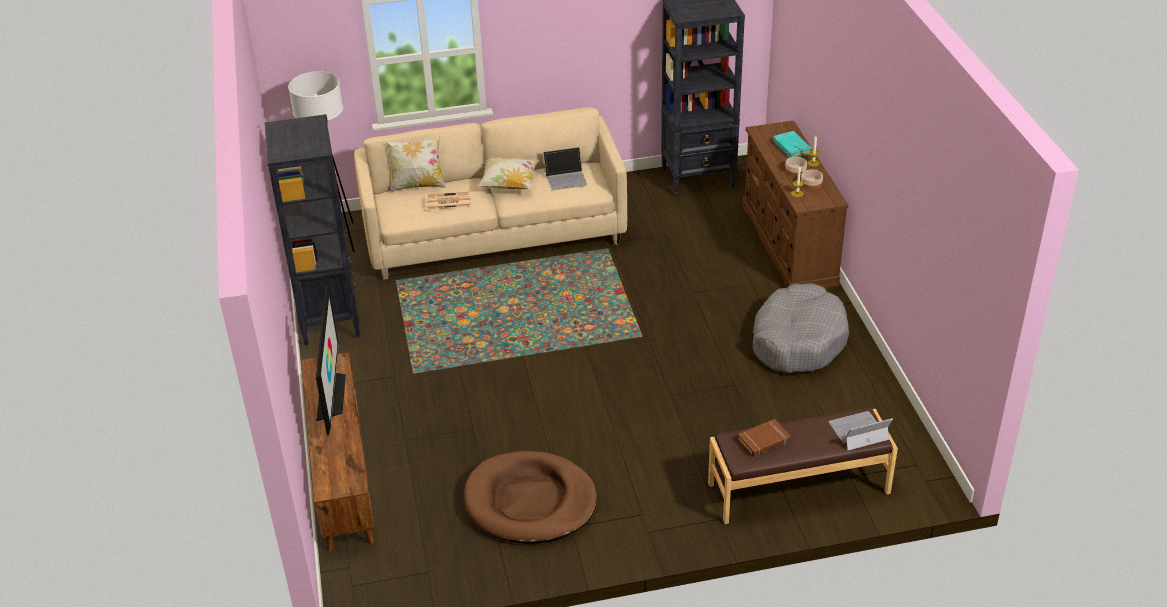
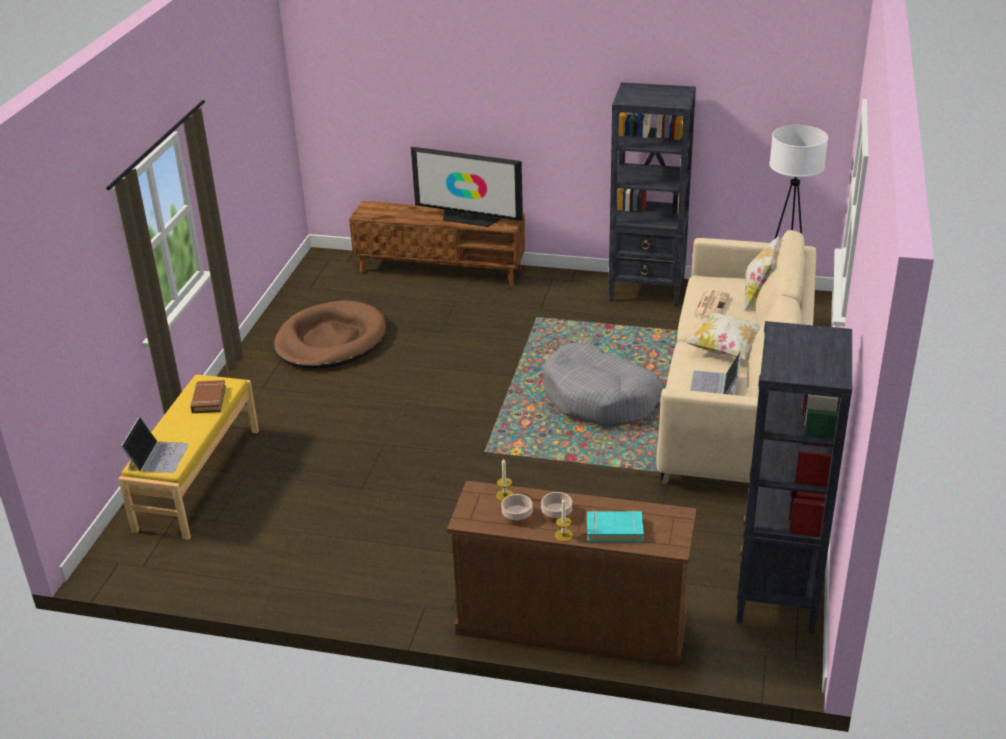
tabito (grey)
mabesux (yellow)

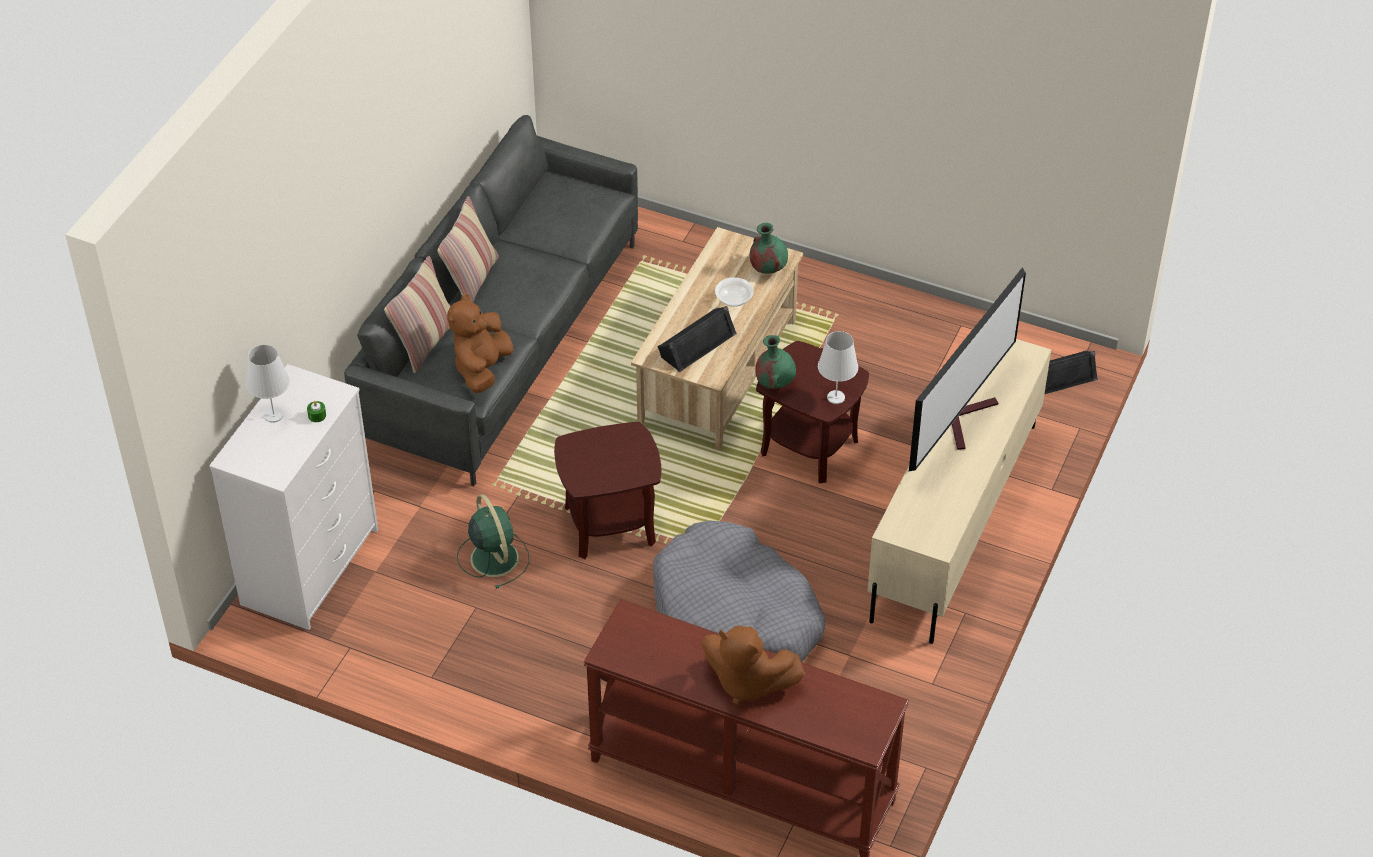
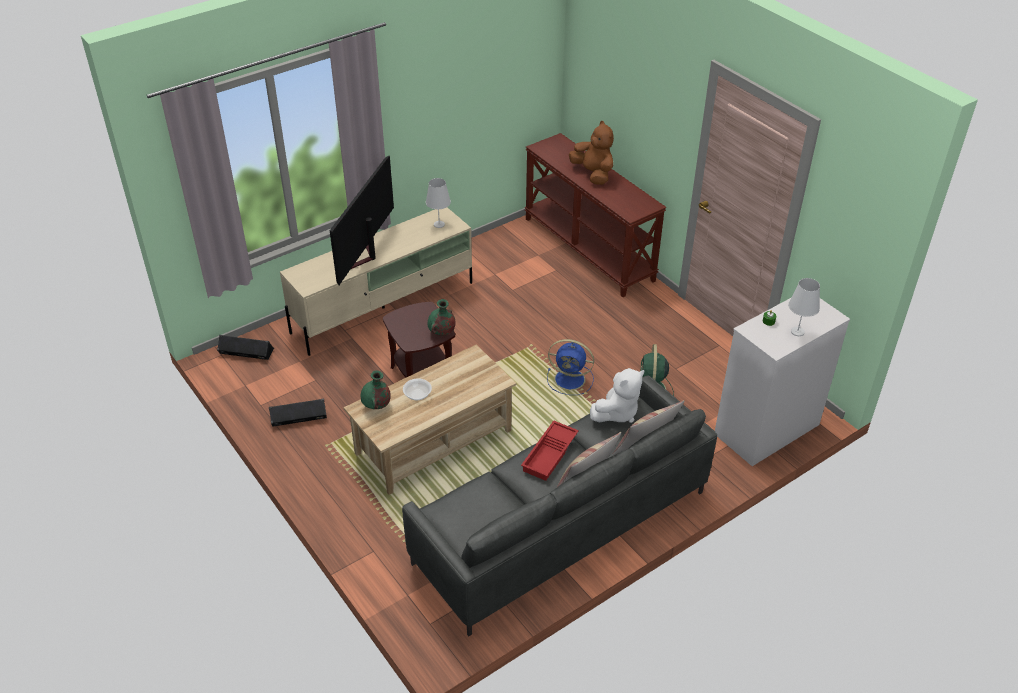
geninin
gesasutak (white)
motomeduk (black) (no. 2 from left)
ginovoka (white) (no. 1 from left)
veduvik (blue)
tabito (grey)
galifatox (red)

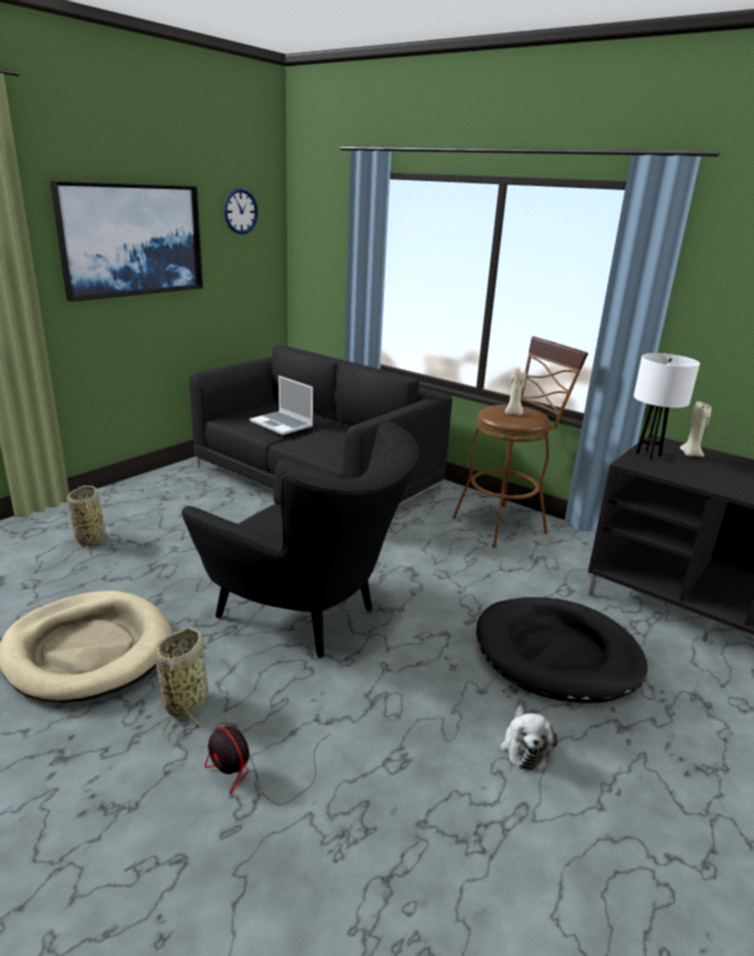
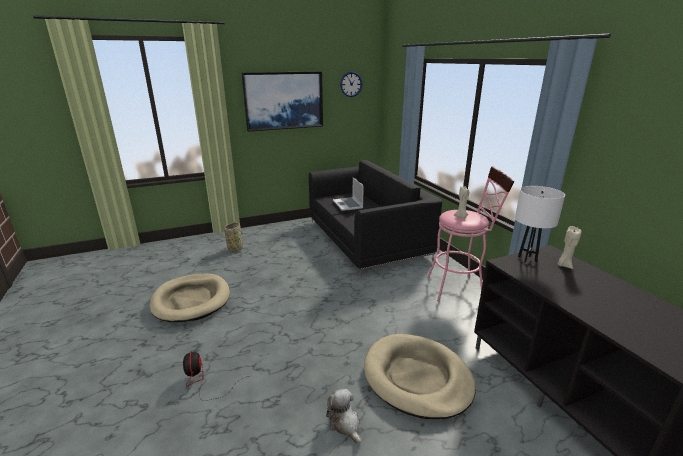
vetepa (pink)
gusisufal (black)
tabito (beige) (no. 2 from left)
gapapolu (no. 2 from left in the first image)
gesasutak

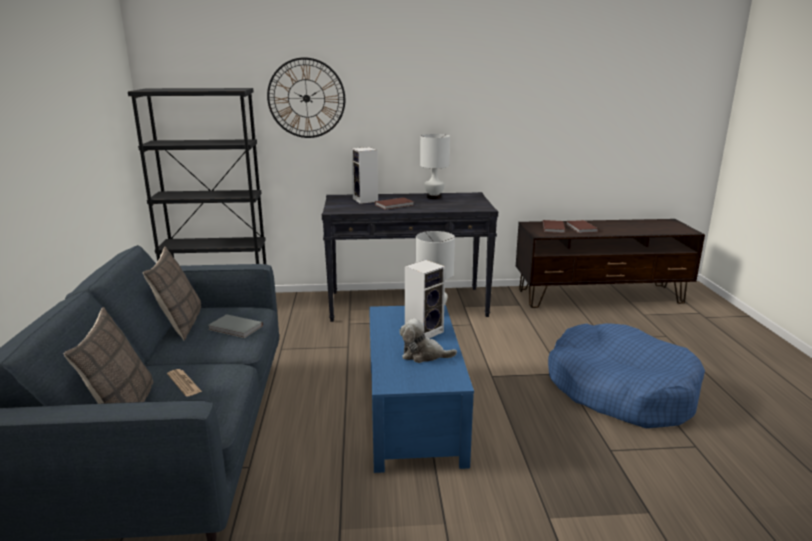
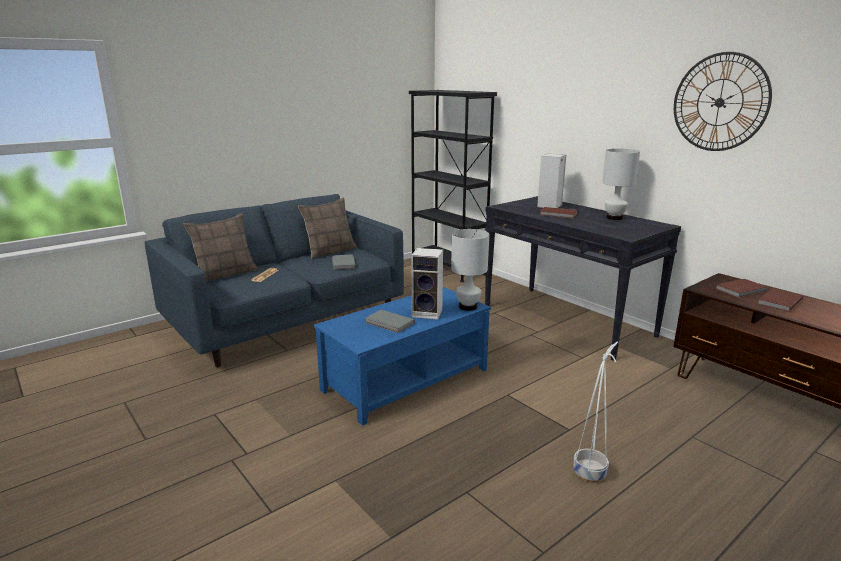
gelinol
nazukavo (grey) (no. 2 from left)
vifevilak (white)

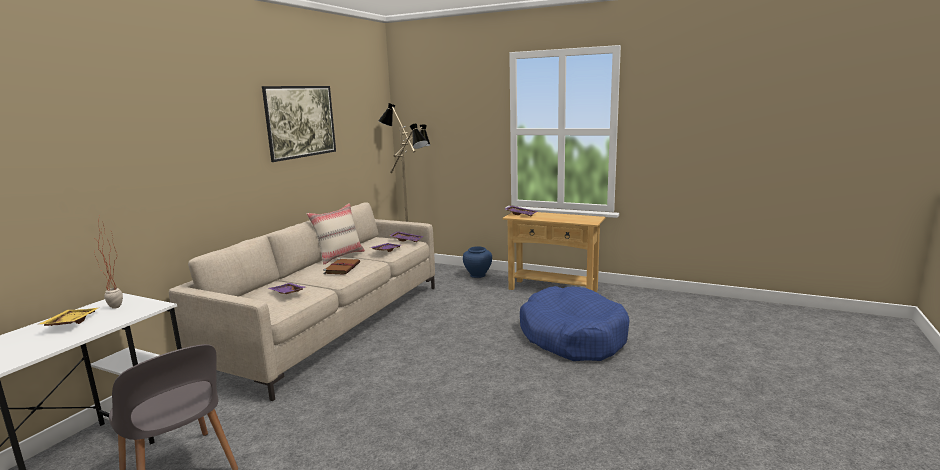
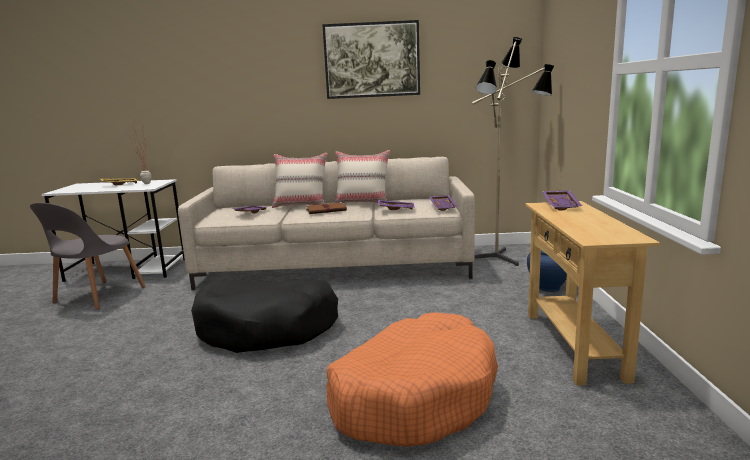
tabito (orange)
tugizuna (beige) (no. 1 from left)
tabito (black)

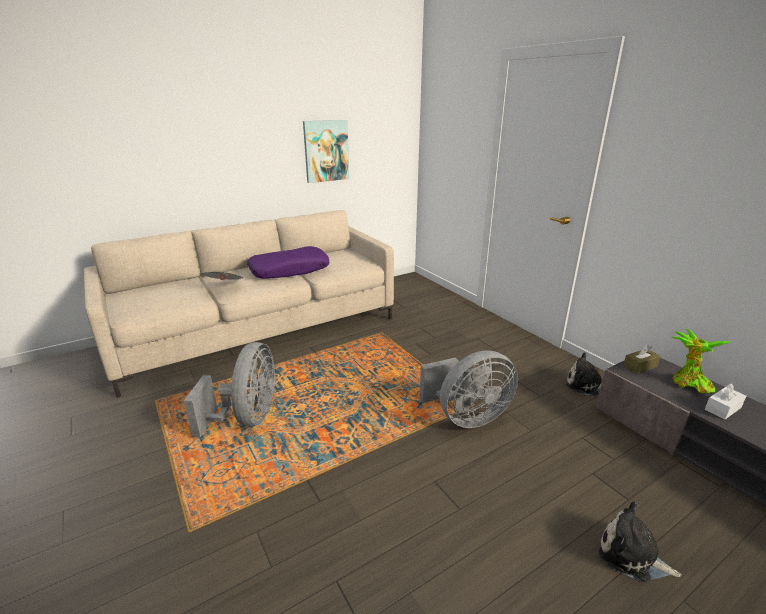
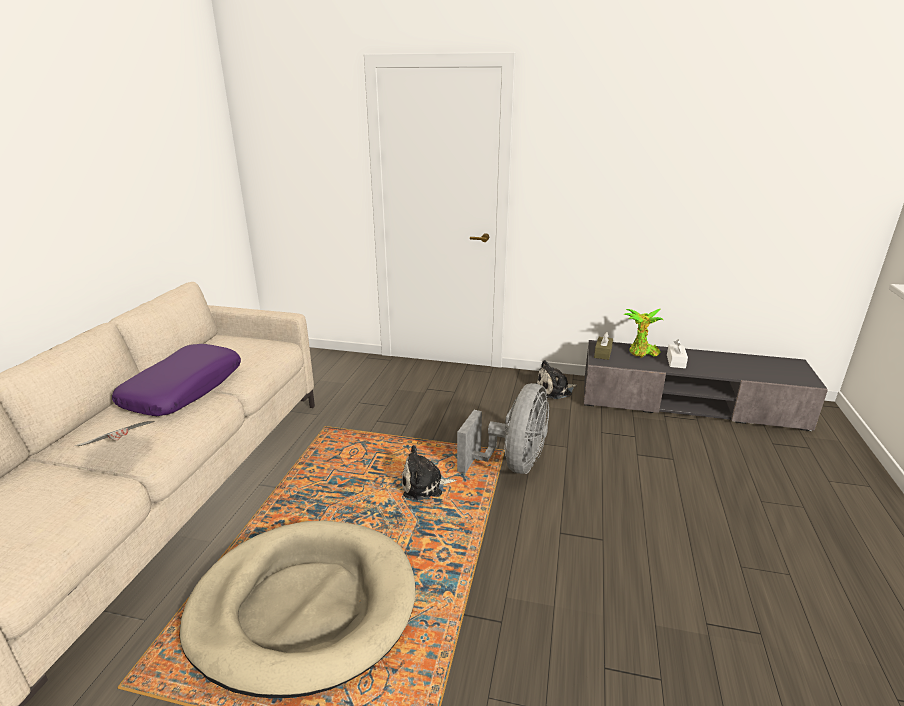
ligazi
tabito (beige)
gesasutak (no. 1 from left)

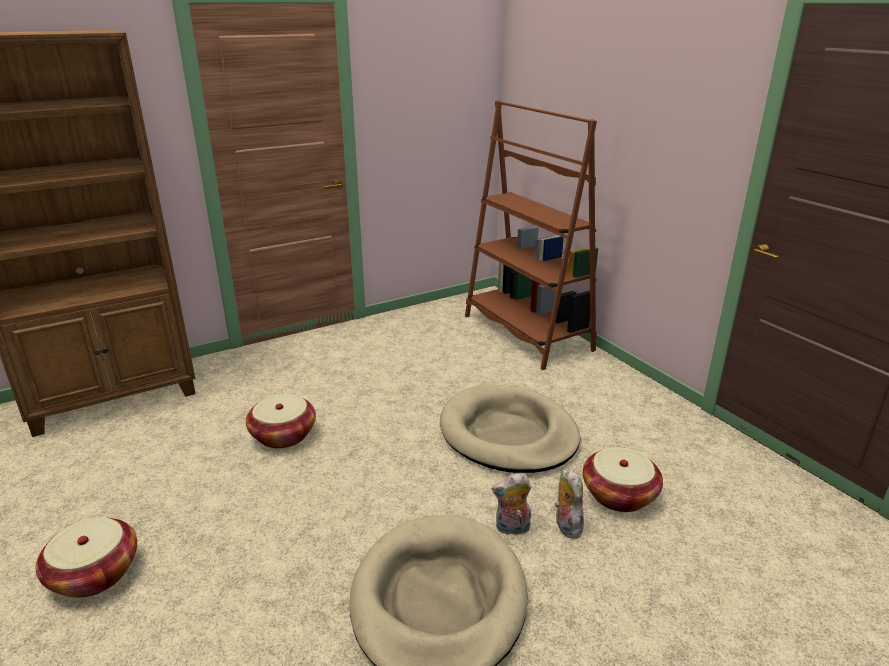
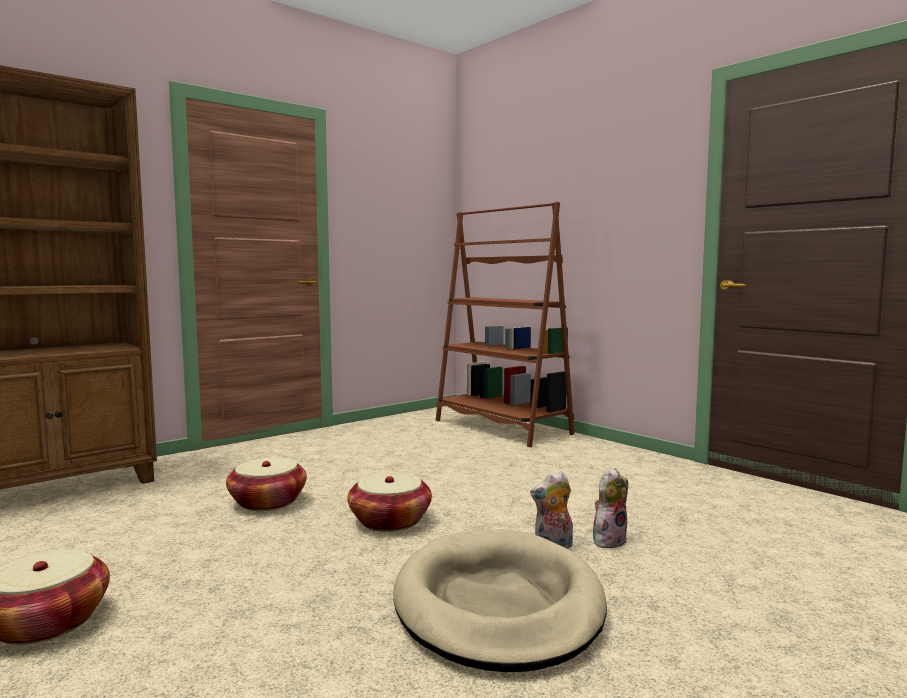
tabito (beige) (no. 2 from left in the first image)
gapapolu (no. 3 from left)
gesasutak (no. 2 from left)

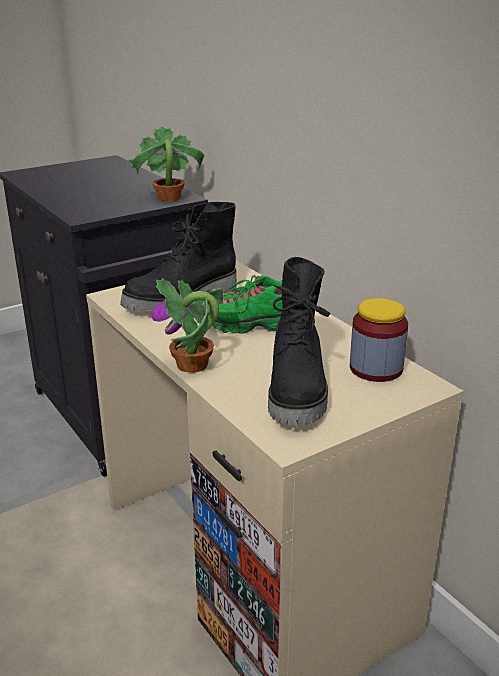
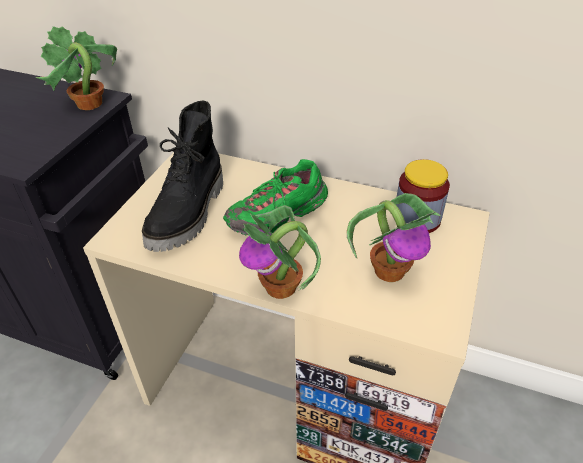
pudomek (no. 3 from left)

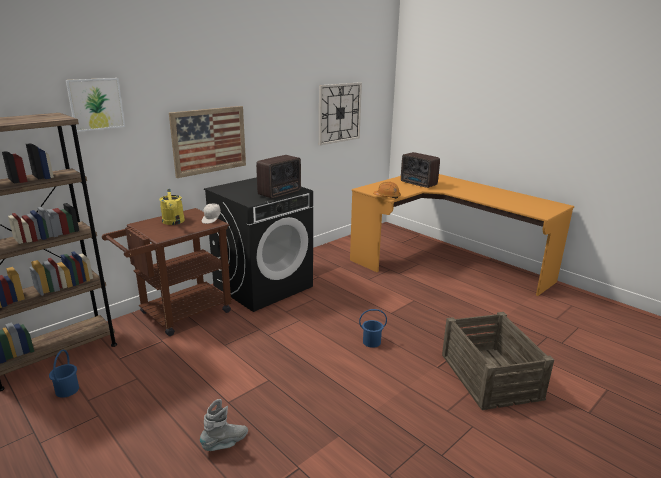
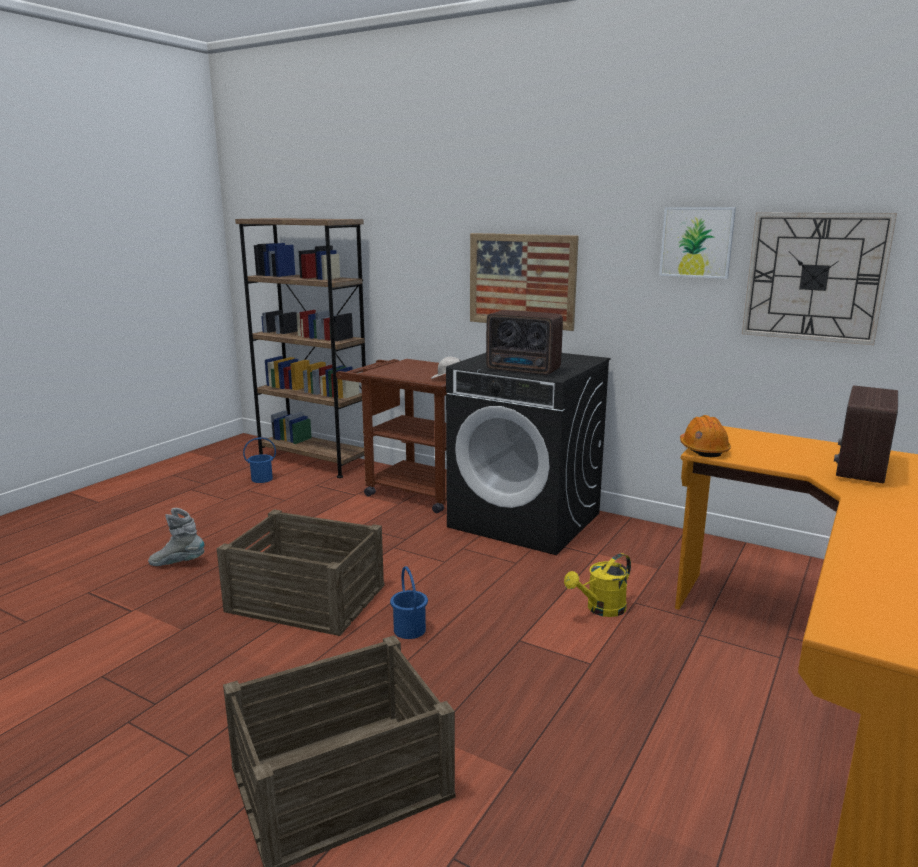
ligazi (no. 2 from left)
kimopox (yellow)
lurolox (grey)
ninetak (no. 1 from left)

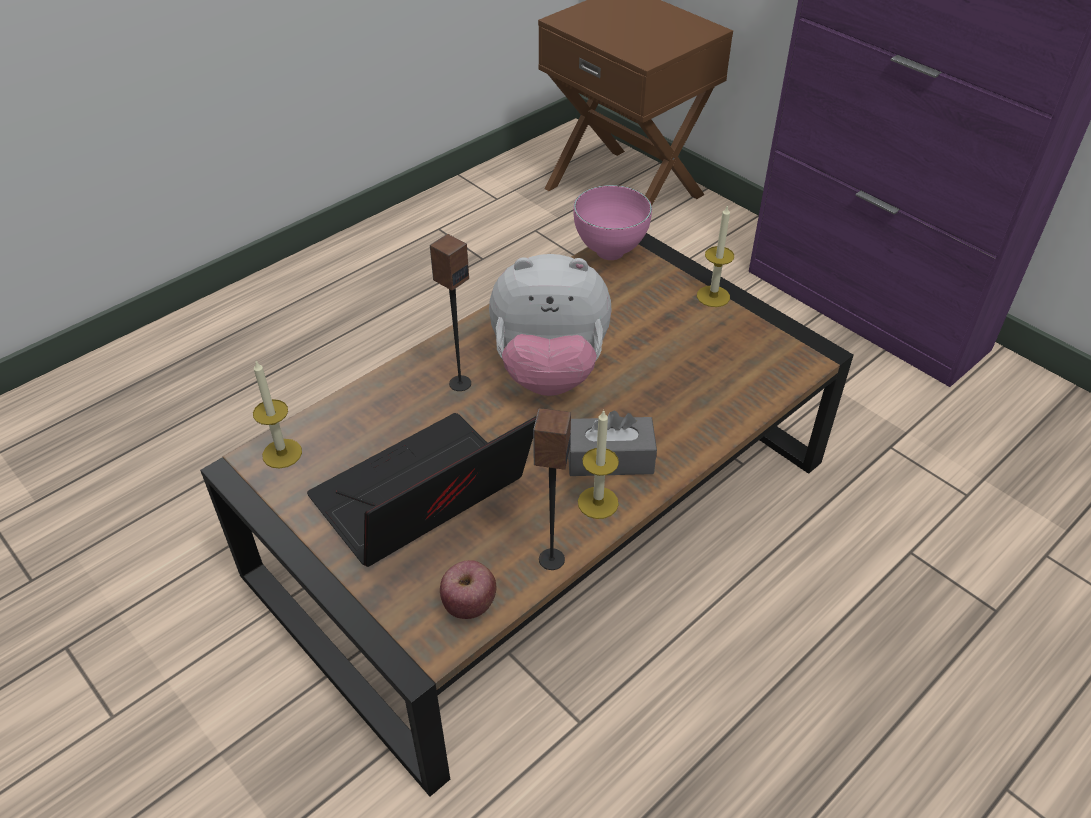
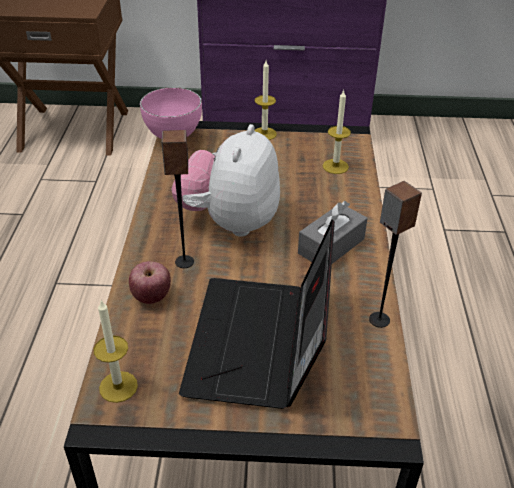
gesasutak
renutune (no. 3 from left)
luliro

